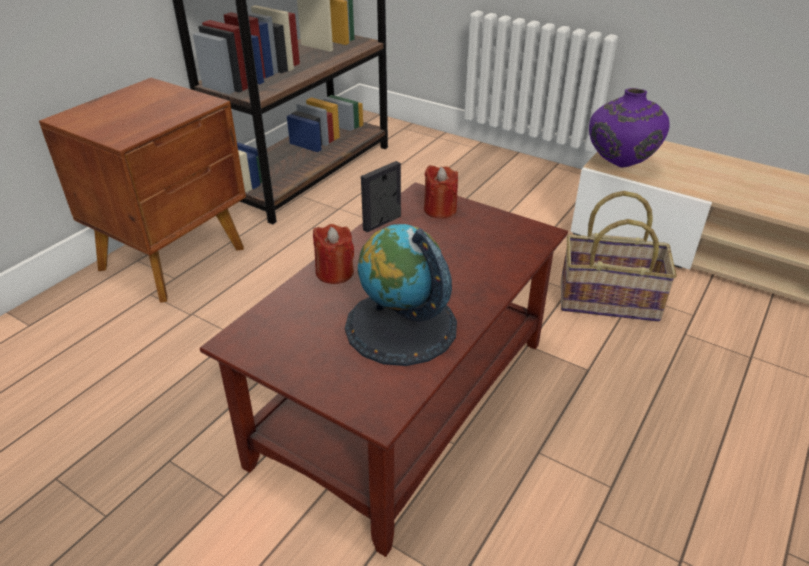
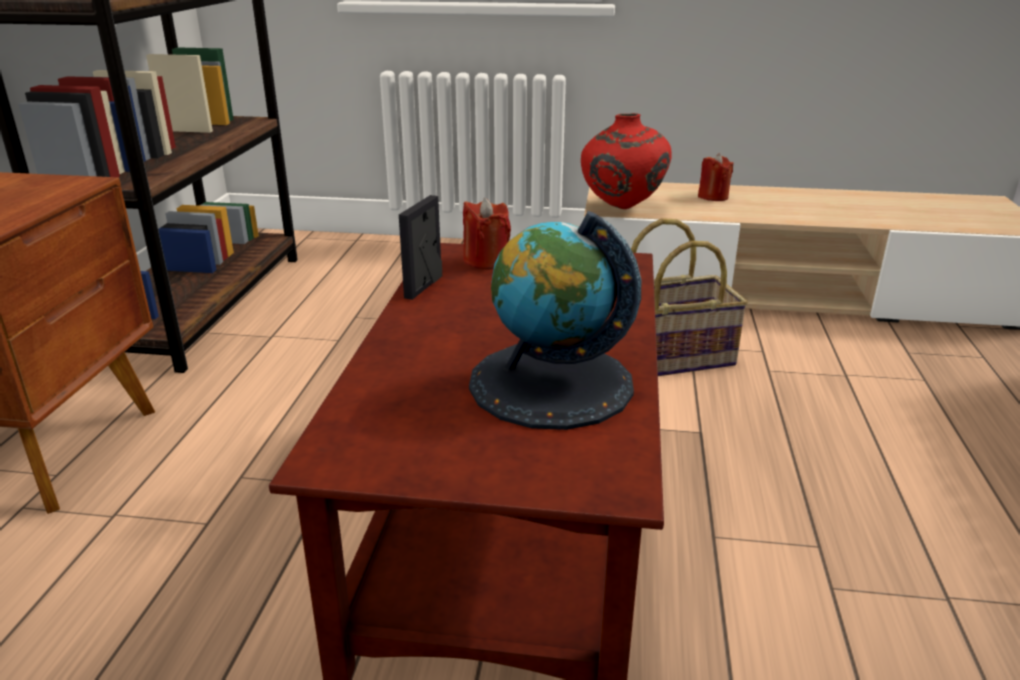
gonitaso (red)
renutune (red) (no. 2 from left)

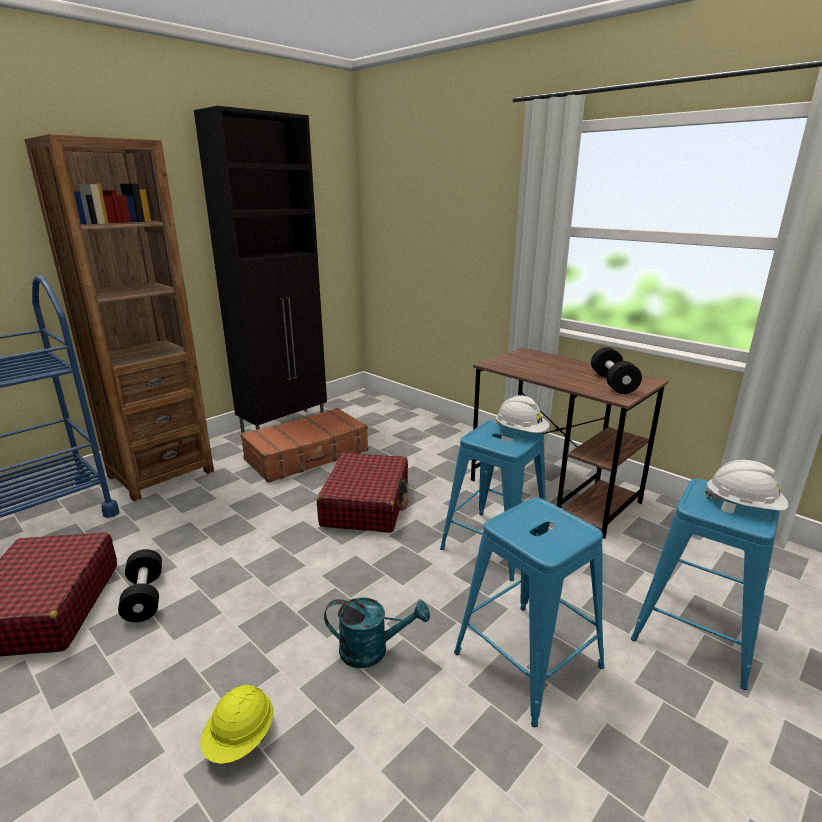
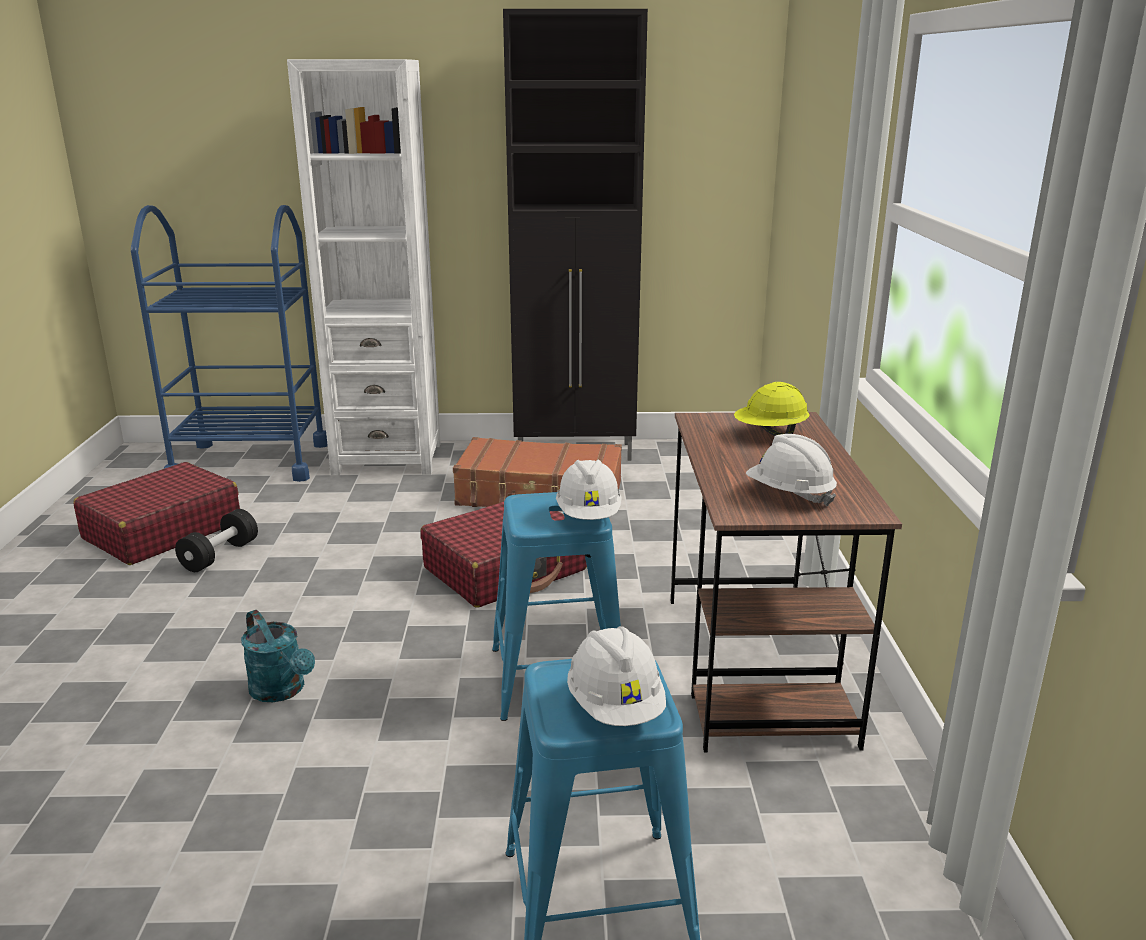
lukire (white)
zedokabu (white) (no. 3 from left)
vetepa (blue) (no. 2 from left in the first image)
zedokabu (yellow)

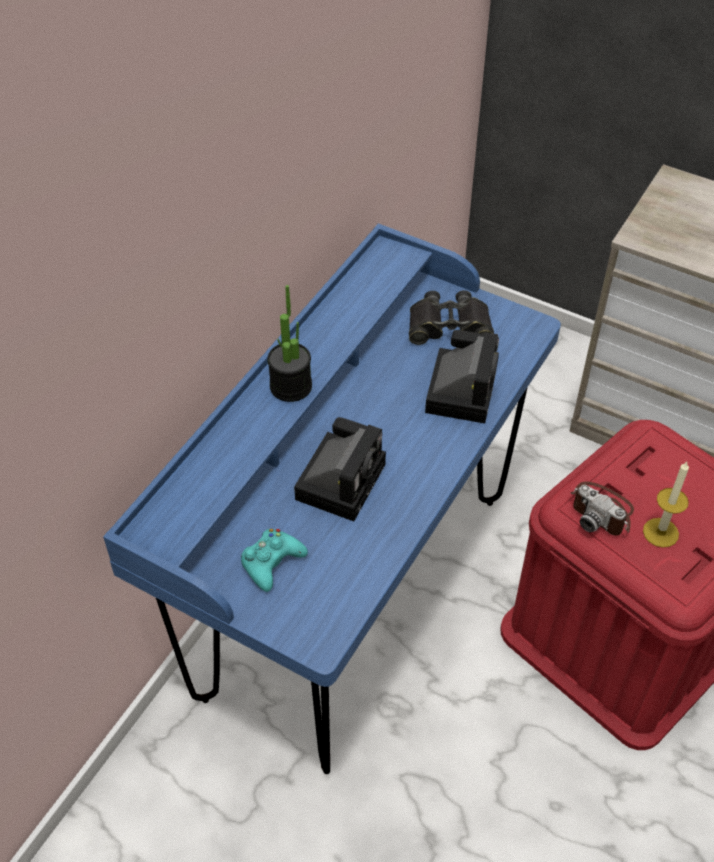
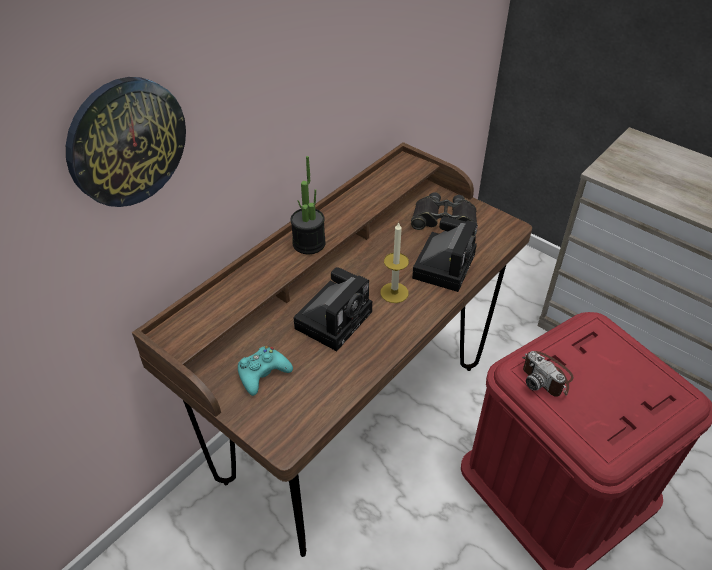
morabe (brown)
renutune
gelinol

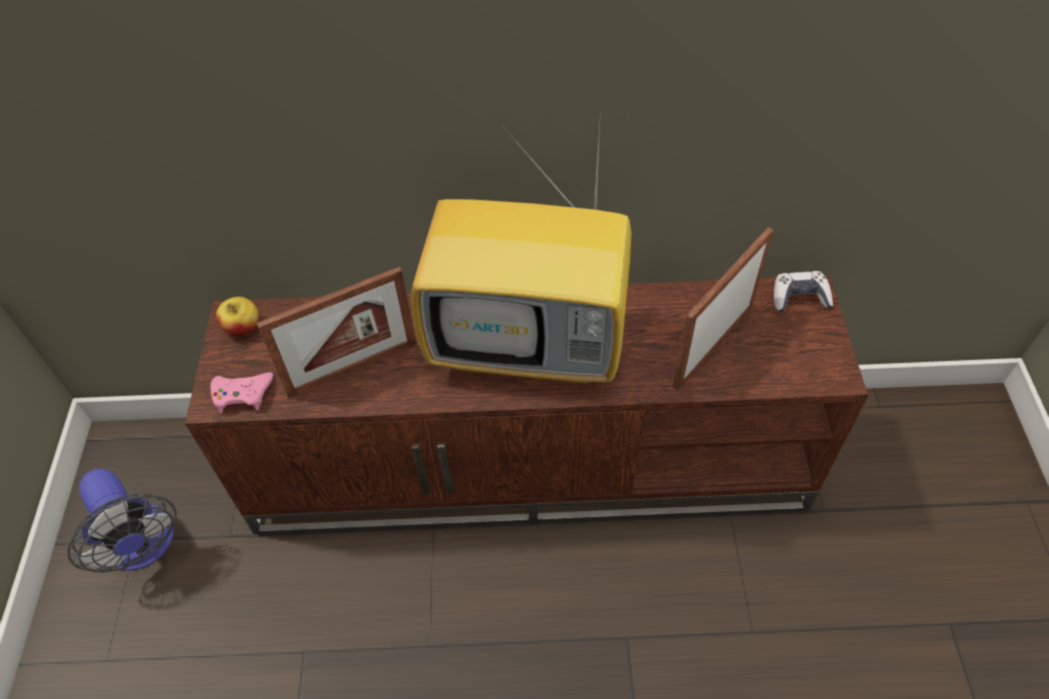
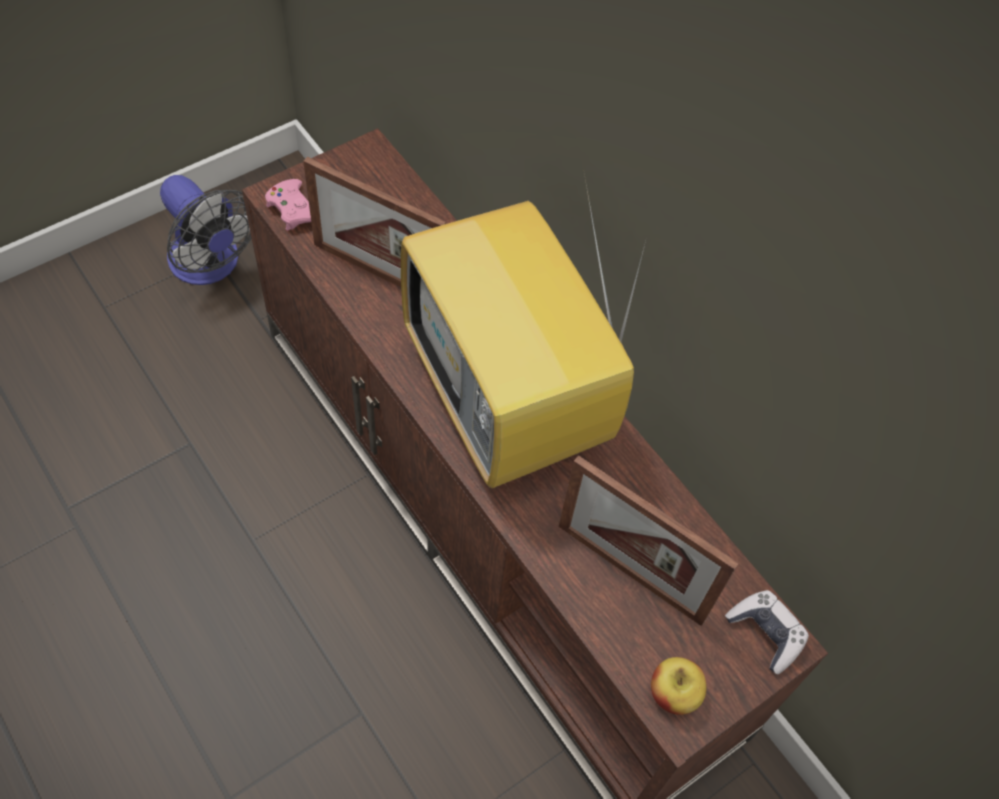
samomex (no. 2 from left)
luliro
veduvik

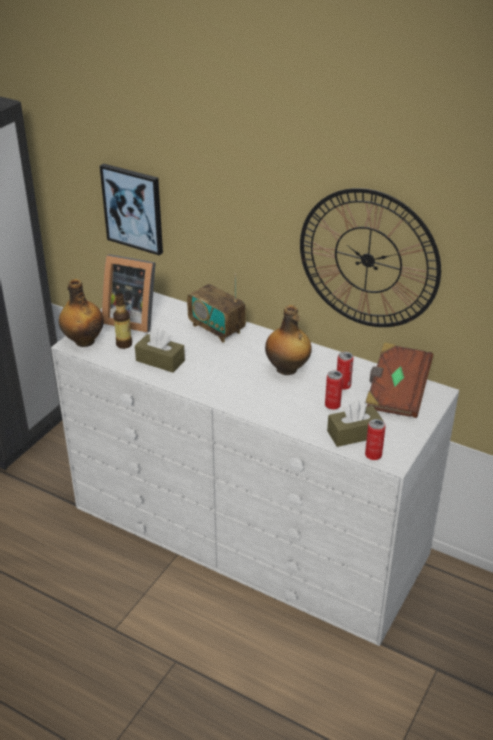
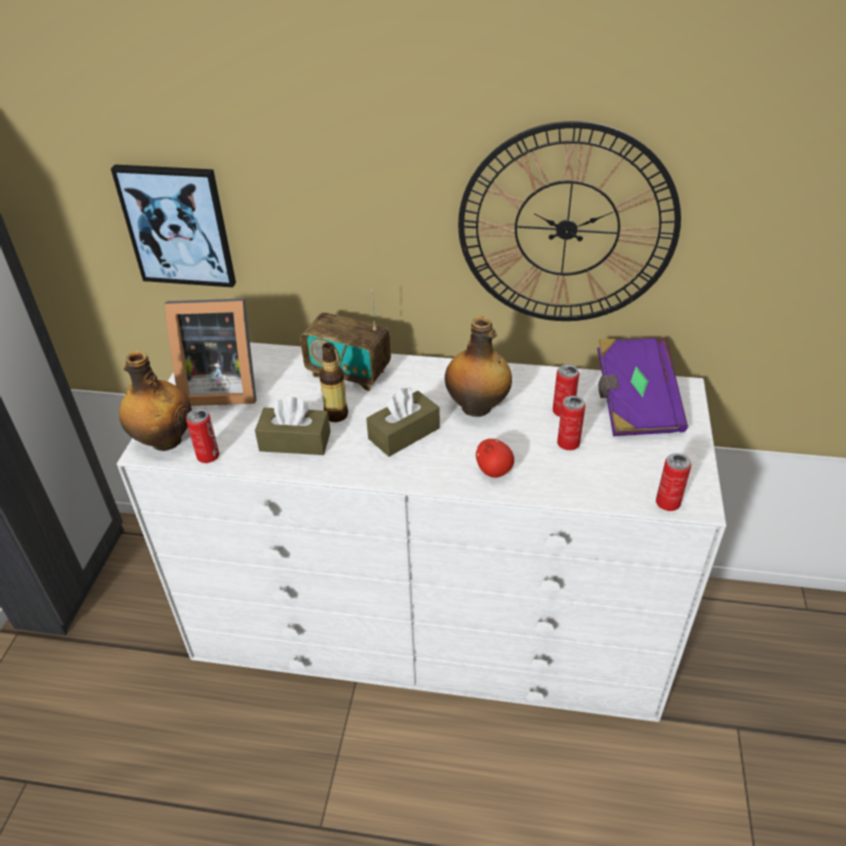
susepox (no. 2 from left)
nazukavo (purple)
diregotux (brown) (no. 2 from left)
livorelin (no. 1 from left)
luliro

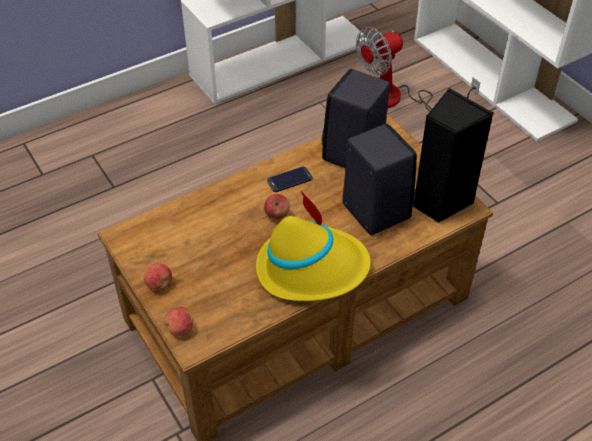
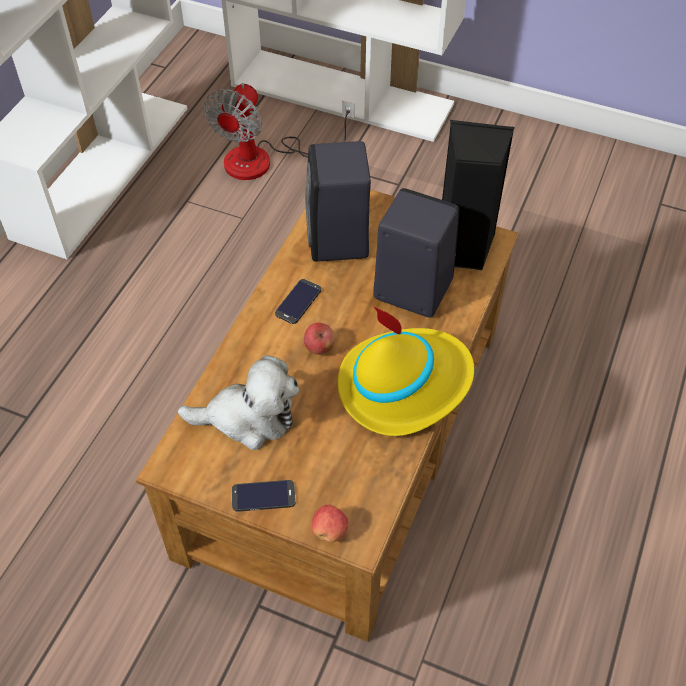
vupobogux (no. 1 from left)
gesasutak

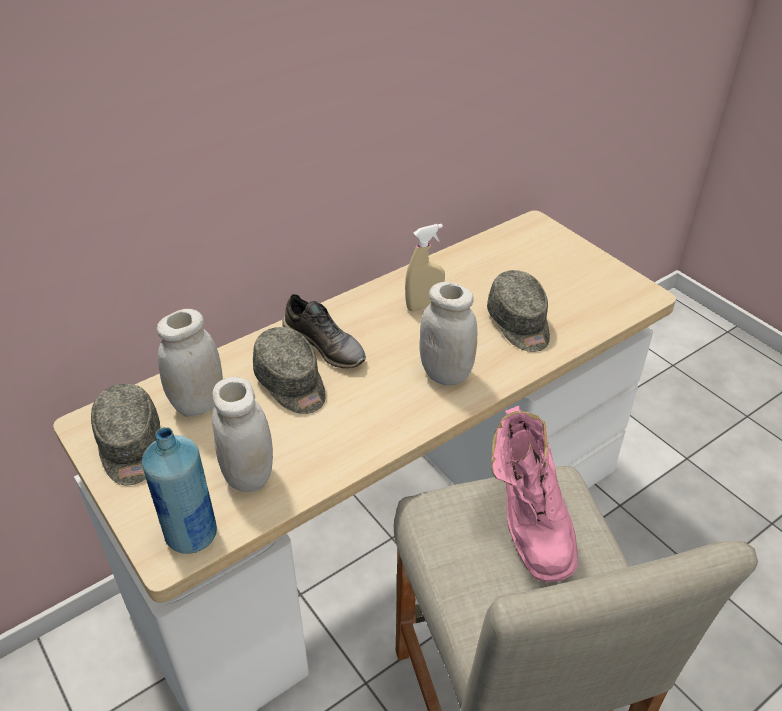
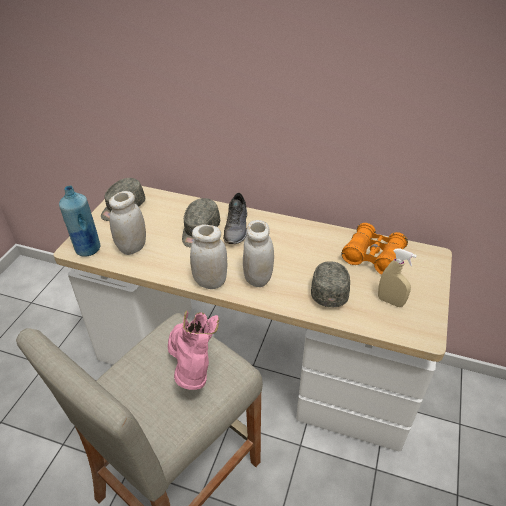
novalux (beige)
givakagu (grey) (no. 3 from left)
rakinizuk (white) (no. 2 from left)
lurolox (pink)
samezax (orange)

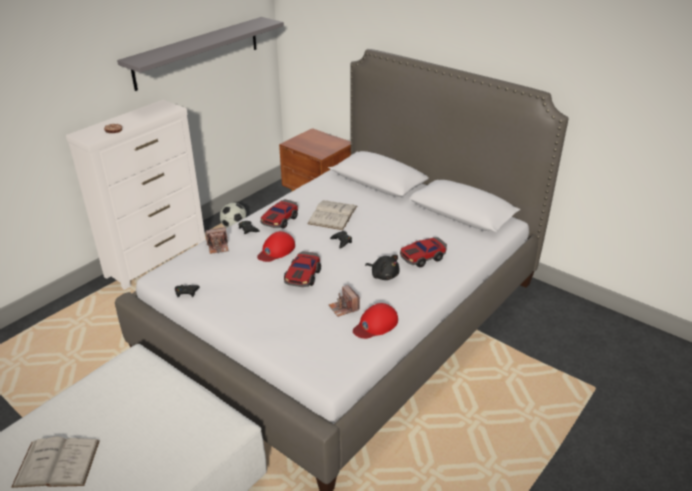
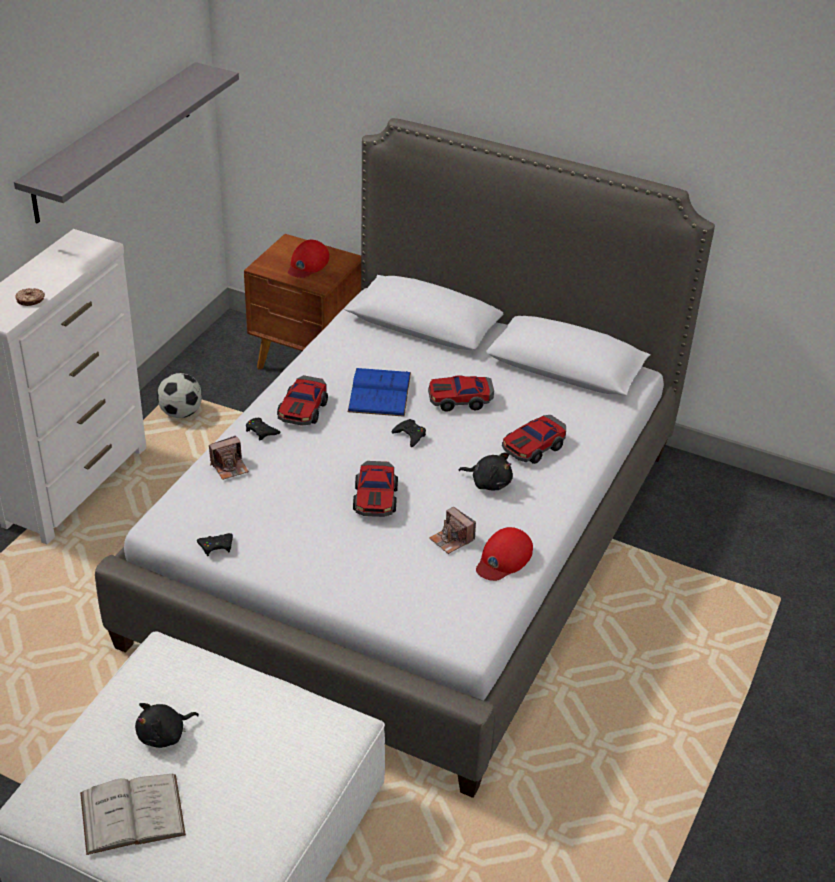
nazukavo (blue)
givakagu (red) (no. 1 from left)
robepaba (no. 3 from left)
gesasutak (black) (no. 1 from left)

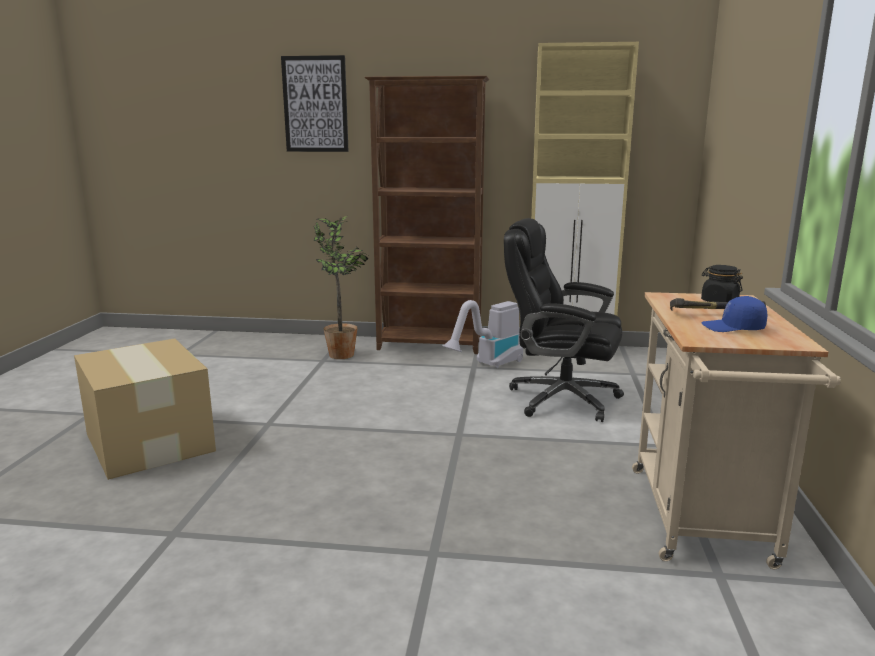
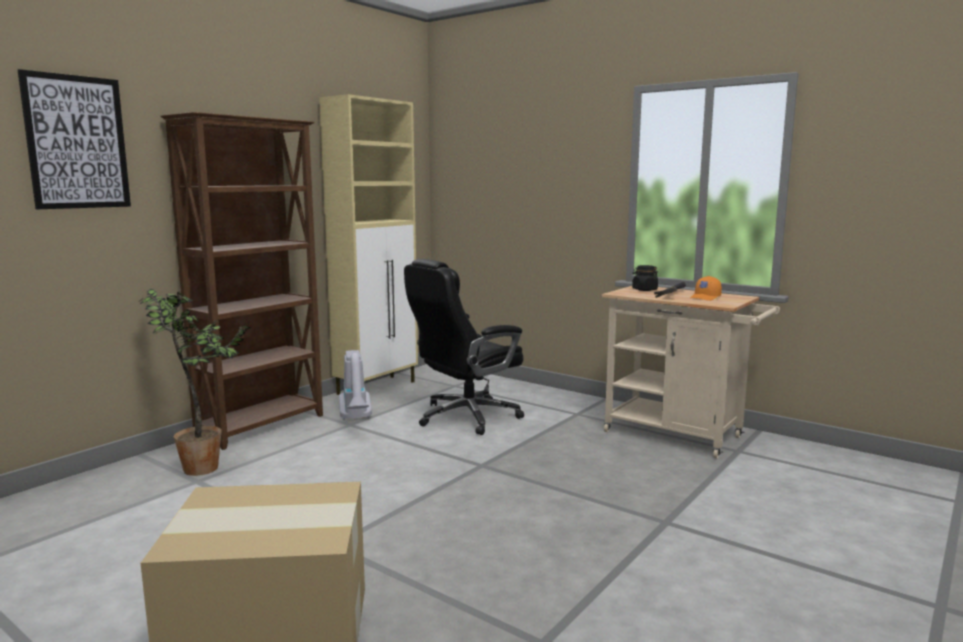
givakagu (orange)

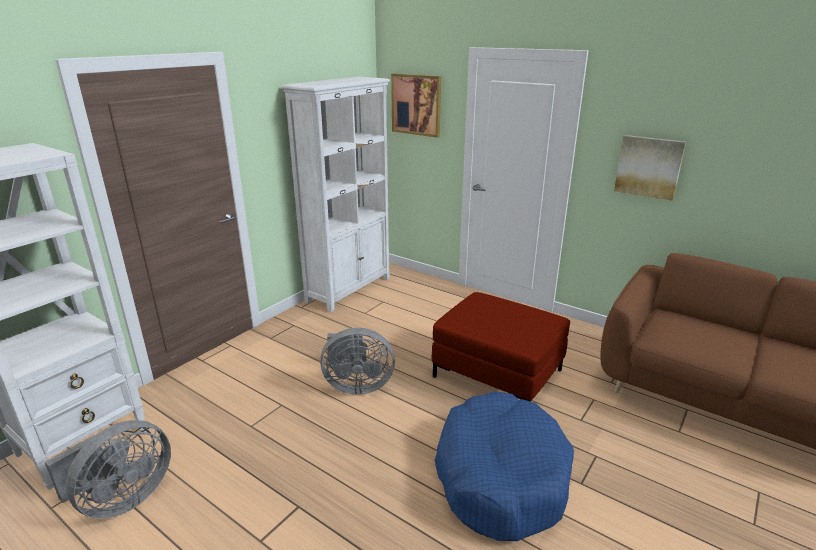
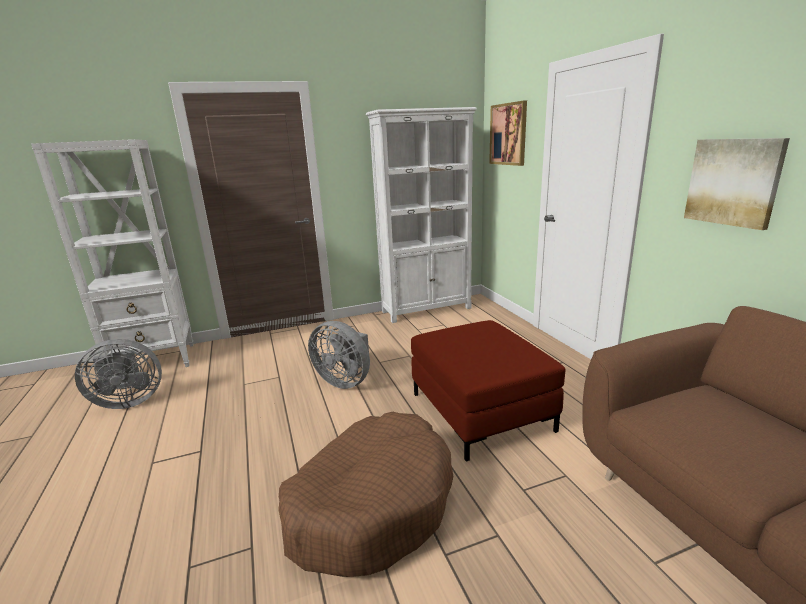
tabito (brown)

